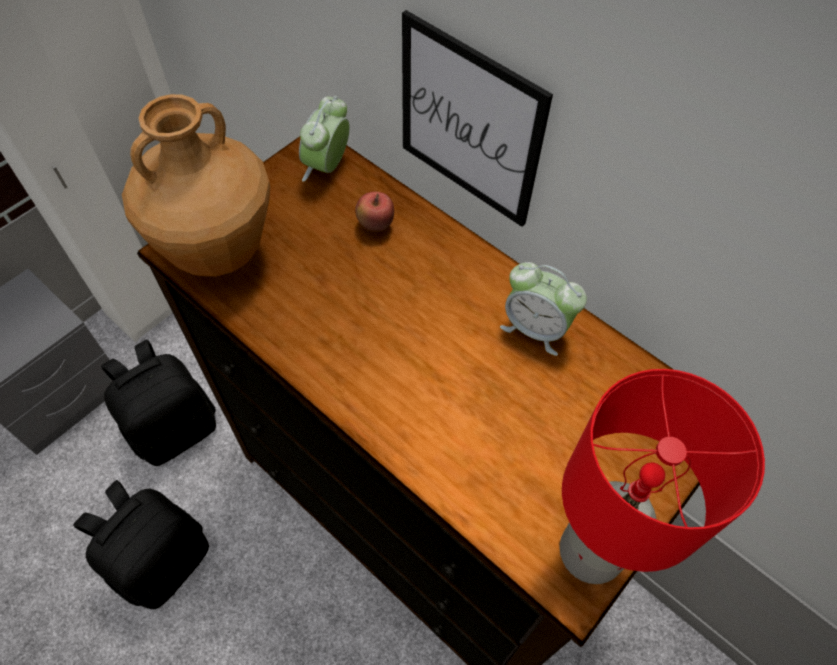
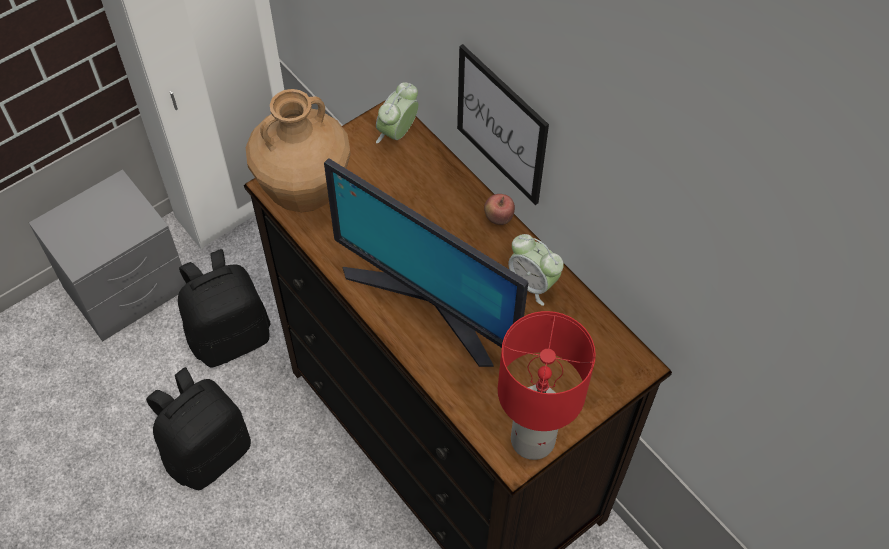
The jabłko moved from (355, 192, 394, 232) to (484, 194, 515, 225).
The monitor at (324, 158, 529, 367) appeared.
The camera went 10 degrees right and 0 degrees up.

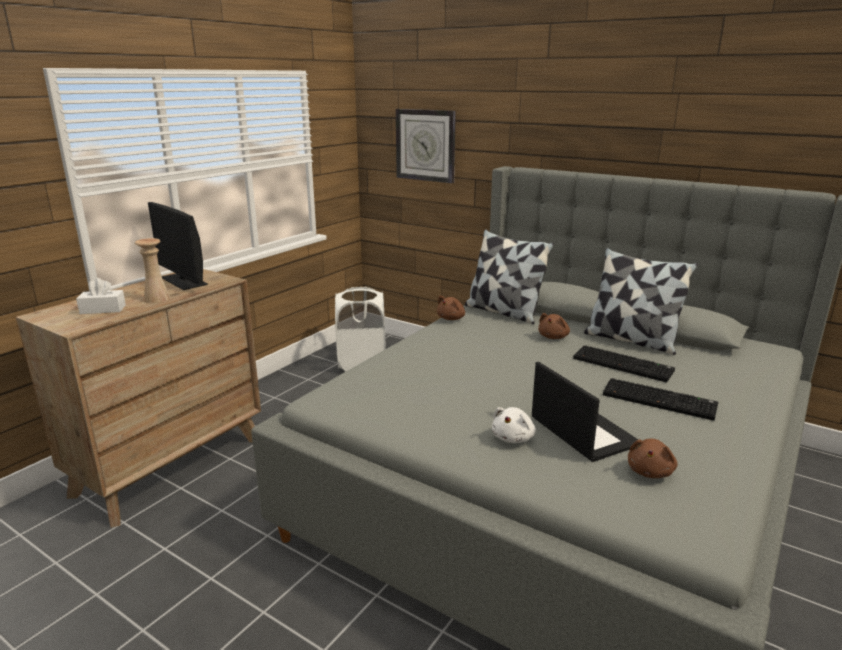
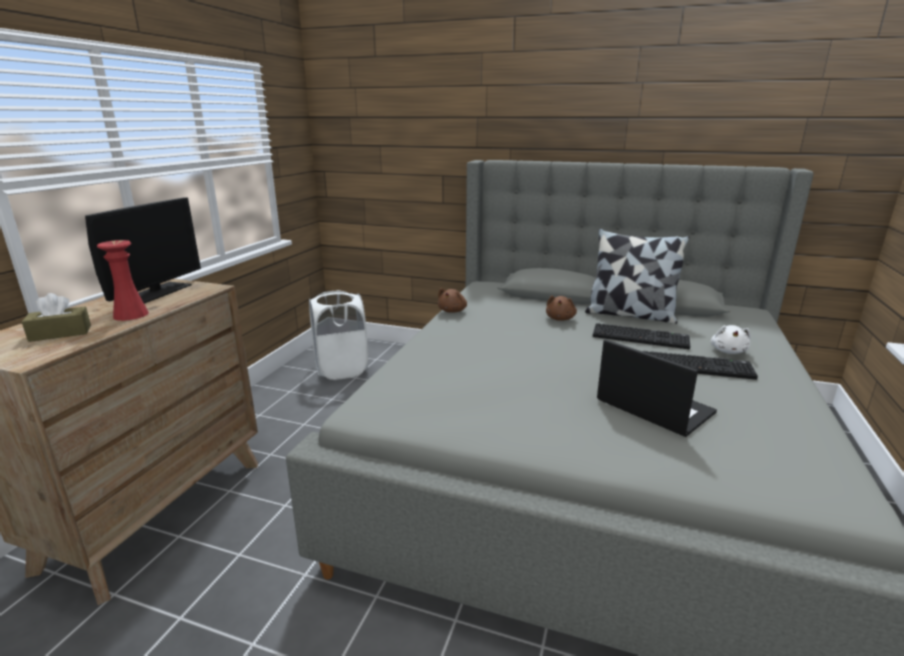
The zegar ścienny at (396, 109, 456, 183) disappeared.
The monitor at (148, 202, 208, 290) turned 105 degrees counterclockwise.
The poduszka at (465, 229, 554, 324) disappeared.
The wazon/beżowy at (135, 238, 171, 303) became the wazon/czerwony at (97, 240, 149, 321).
The pudełko chusteczek/biały at (76, 278, 126, 314) became the pudełko chusteczek/brązowy at (22, 293, 91, 342).
The pluszak/biały moved from (492, 407, 536, 443) to (711, 325, 751, 354).
The pluszak/brązowy at (628, 439, 678, 478) disappeared.
The camera went 15 degrees left and 0 degrees up.

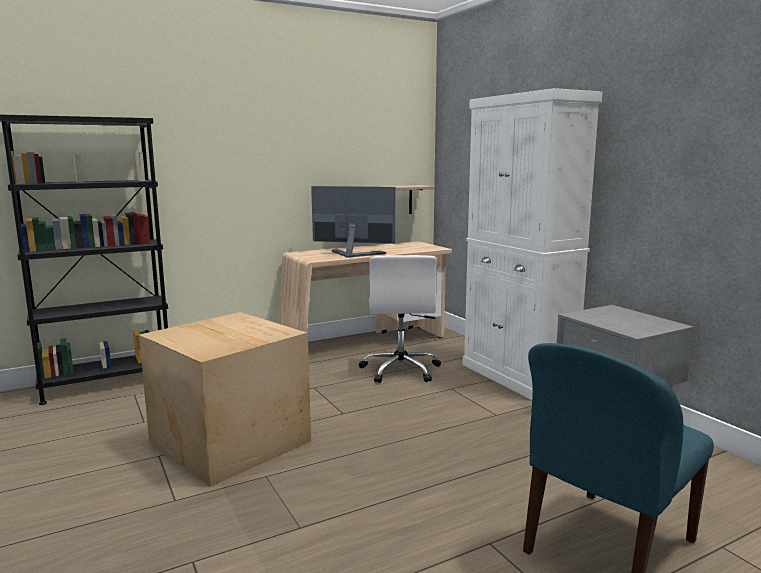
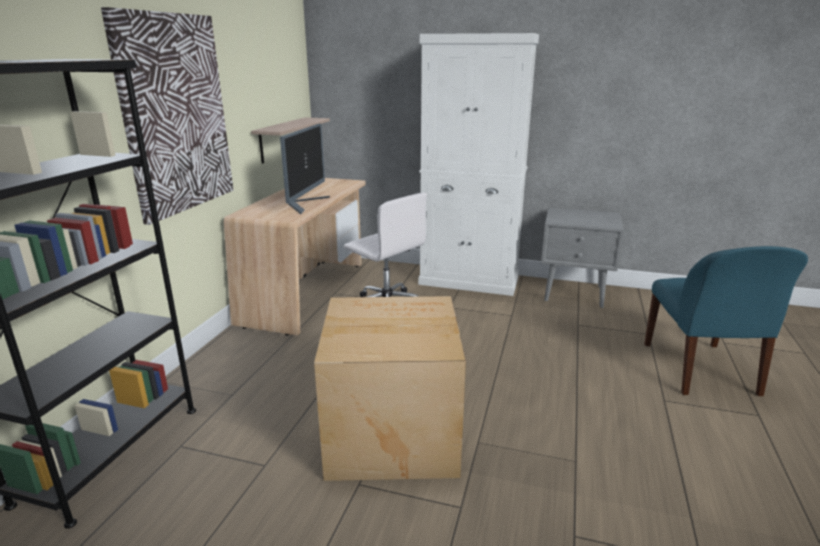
The monitor at (311, 186, 395, 258) turned 135 degrees clockwise.
The obraz at (101, 7, 233, 225) appeared.
The camera went 45 degrees left and 10 degrees up.

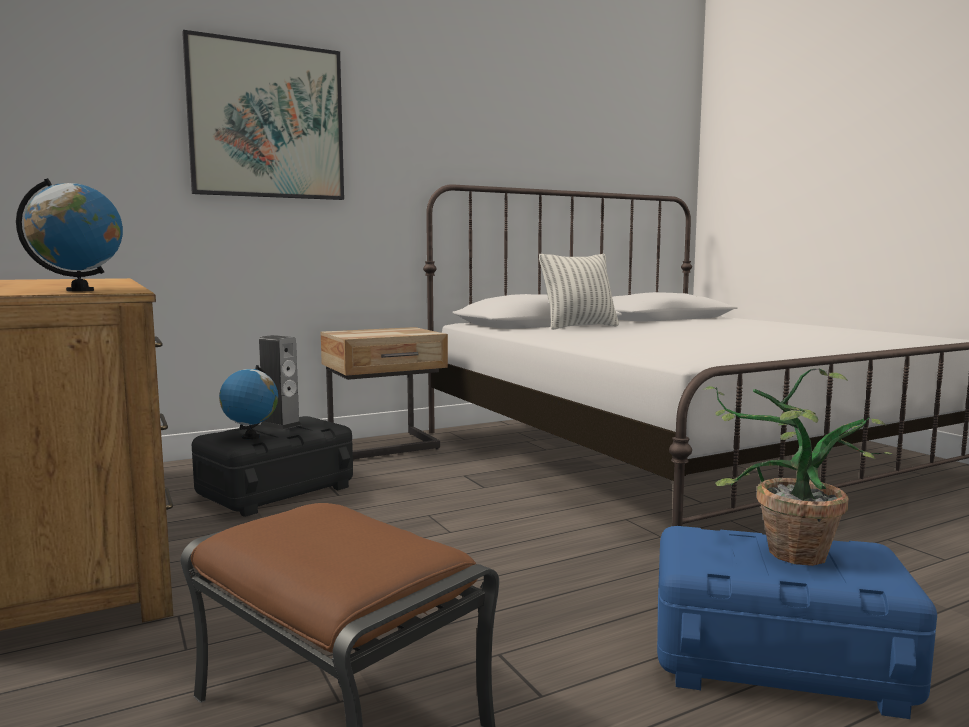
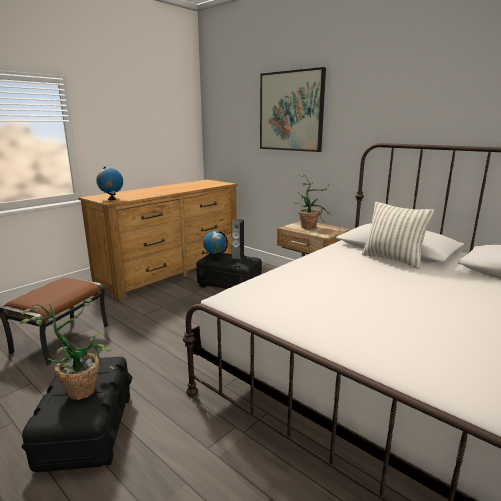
The pojemnik do przechowywania/niebieski at (657, 526, 937, 719) became the pojemnik do przechowywania/czarny at (22, 357, 133, 472).
The roślina doniczkowa at (294, 174, 333, 229) appeared.
The camera went 70 degrees right and 10 degrees up.

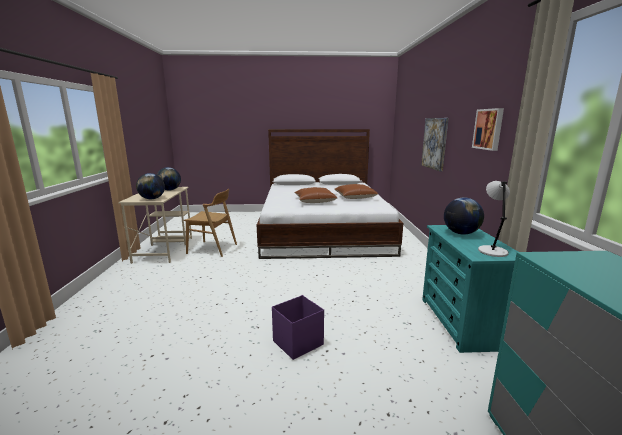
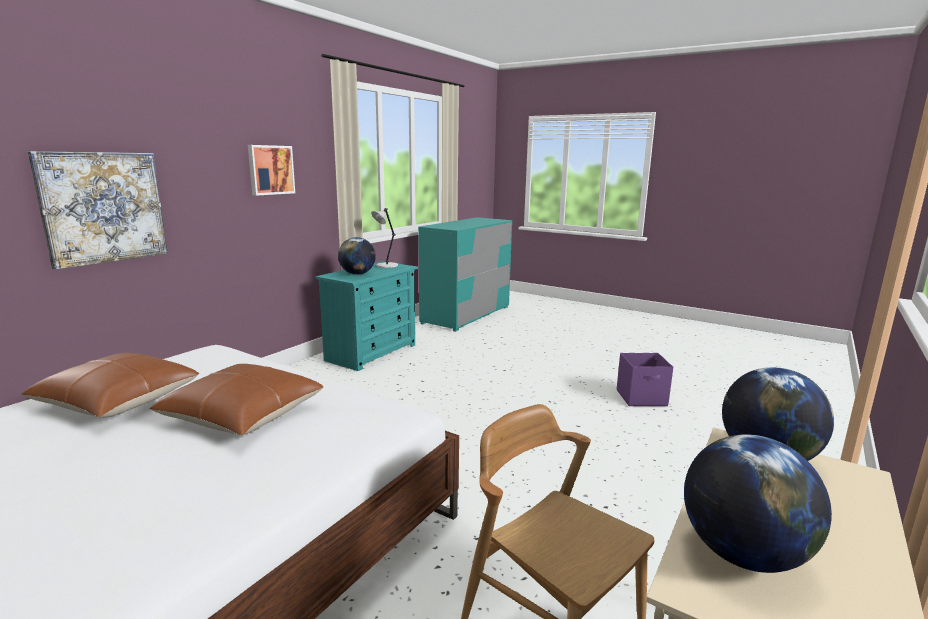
The pojemnik do przechowywania/fioletowy moved from (272, 295, 324, 360) to (617, 353, 673, 406).
The camera went 145 degrees left and 0 degrees up.

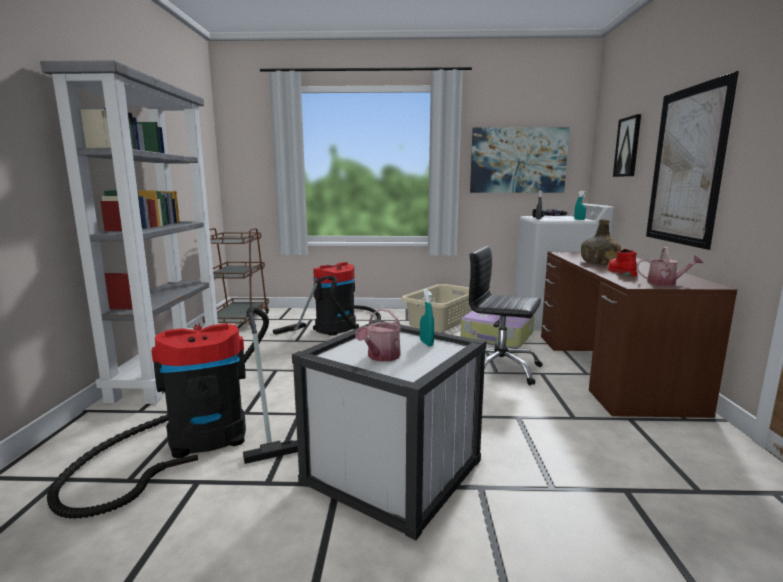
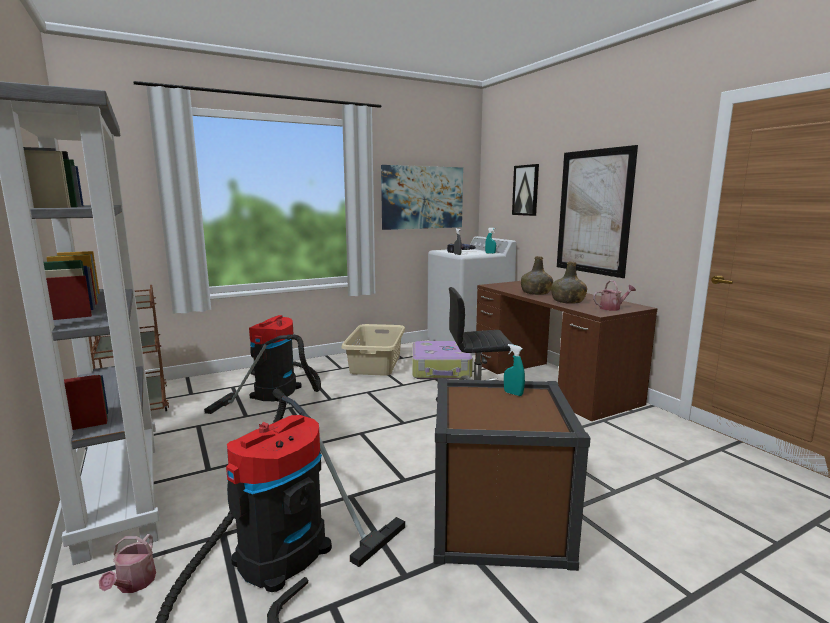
The but z cholewką/czerwony at (608, 249, 637, 276) was replaced by the butelka/zielony at (551, 262, 587, 304).
The konewka moved from (355, 309, 401, 362) to (99, 534, 156, 593).
The pojemnik do przechowywania/biały at (292, 319, 487, 540) became the pojemnik do przechowywania/brązowy at (434, 378, 591, 571).
The camera went 30 degrees left and 0 degrees up.

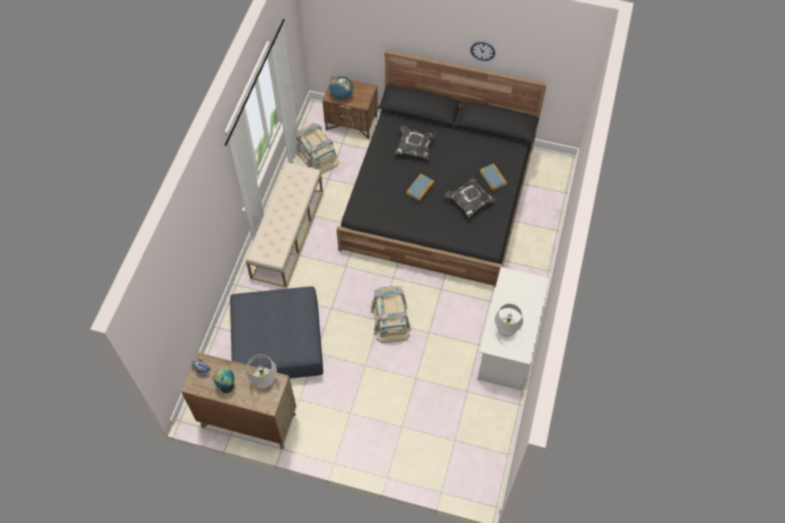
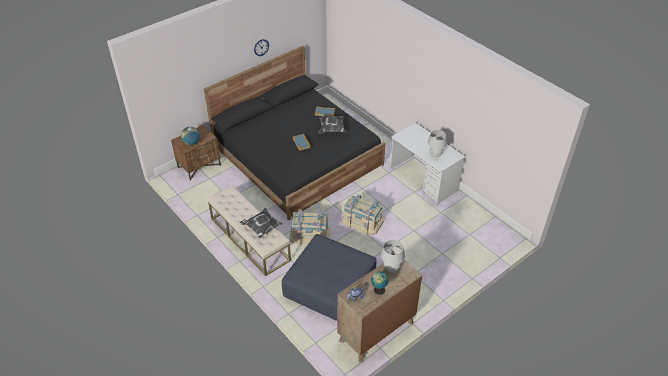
The pojemnik do przechowywania/beżowy moved from (296, 123, 339, 174) to (290, 210, 330, 245).
The poduszka moved from (395, 125, 436, 160) to (240, 208, 283, 239).
The camera went 55 degrees left and 15 degrees down.

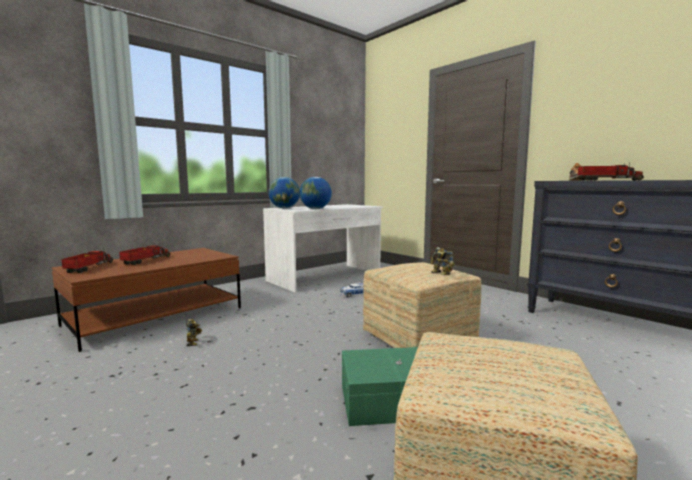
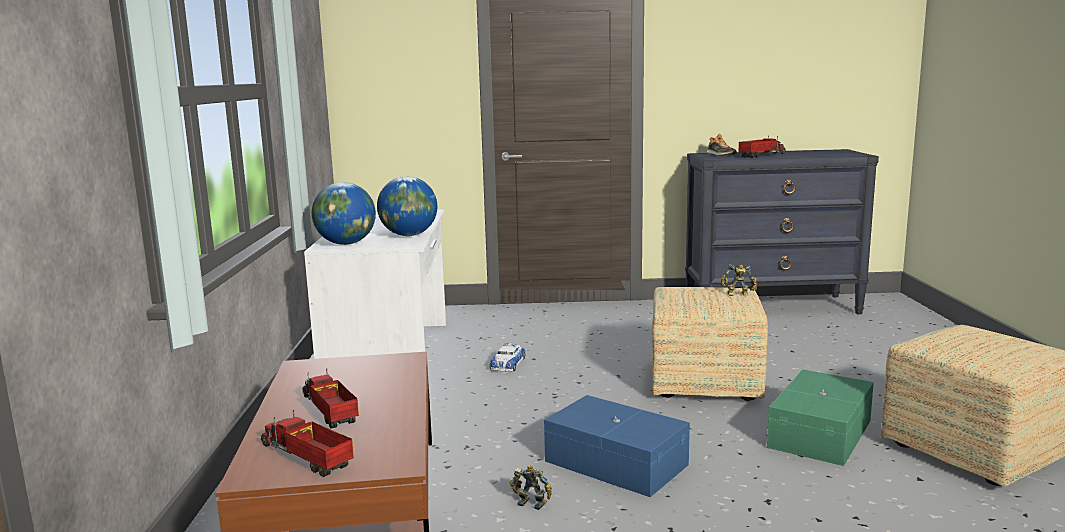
The pojemnik do przechowywania/niebieski at (544, 395, 690, 497) appeared.
The camera went 50 degrees left and 5 degrees up.

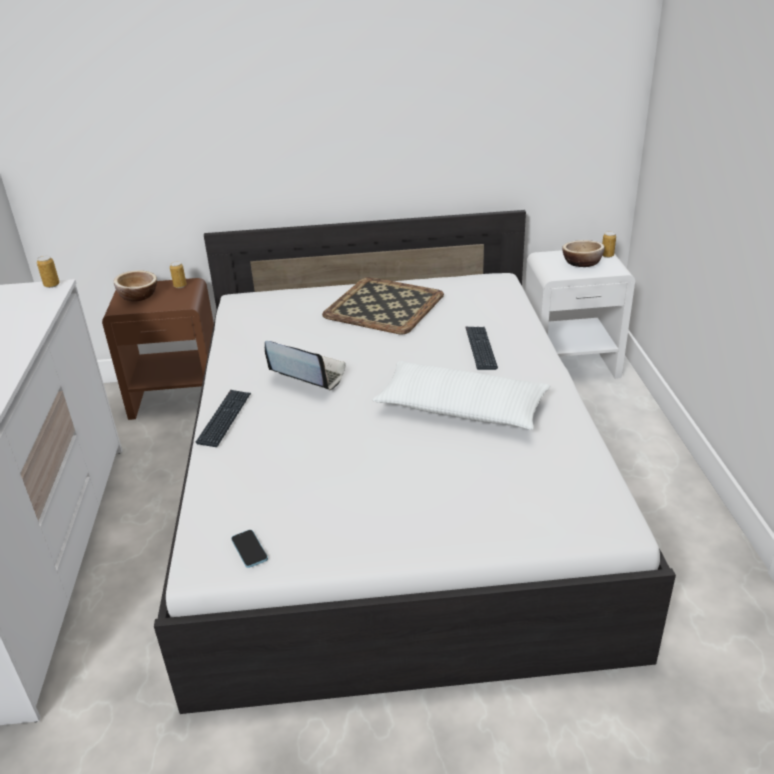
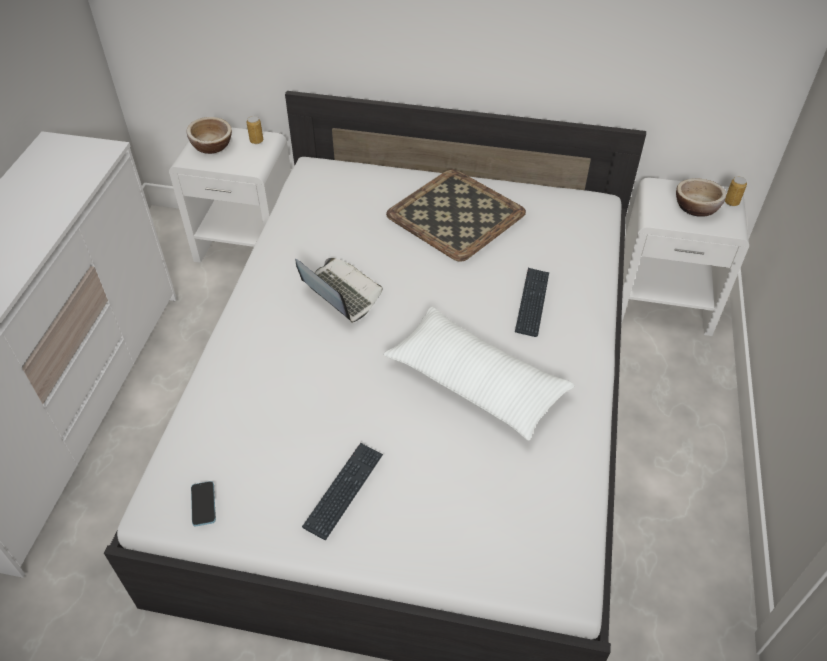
The puszka at (37, 256, 60, 288) disappeared.
The szafka nocna/brązowy at (102, 278, 214, 420) became the szafka nocna/biały at (169, 127, 291, 263).
The klawiatura moved from (196, 390, 251, 447) to (302, 443, 383, 540).
The camera went 15 degrees right and 15 degrees up.

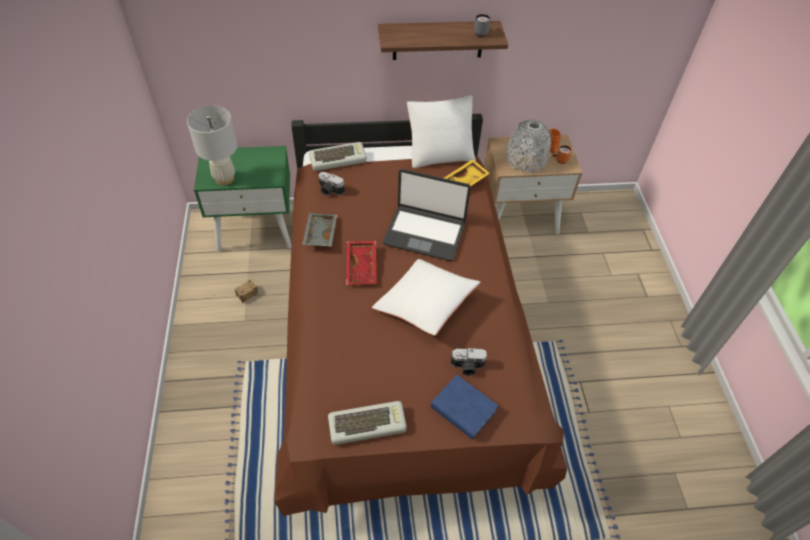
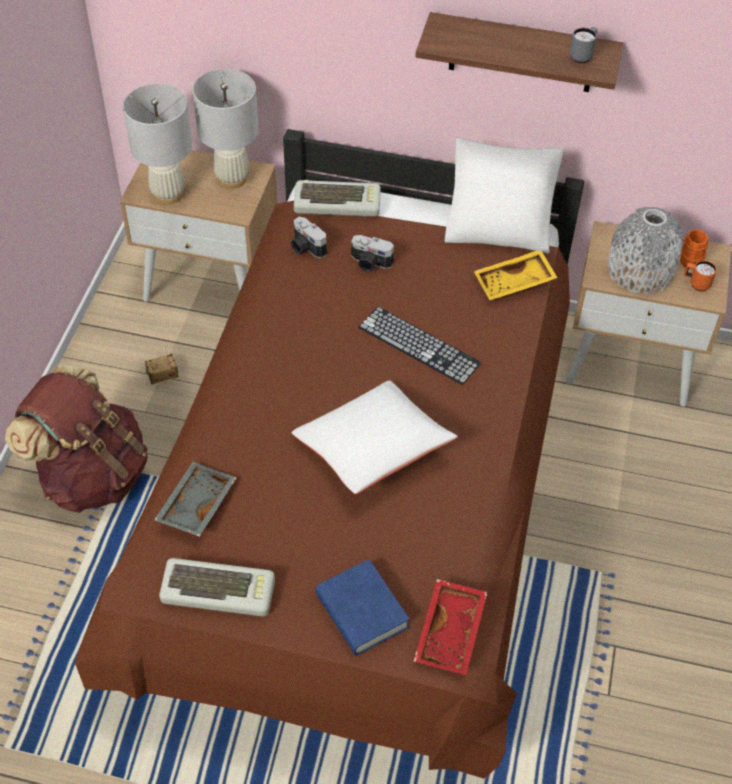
The szafka nocna/zielony at (194, 146, 293, 252) became the szafka nocna/beżowy at (120, 150, 277, 302).
The laptop at (383, 169, 471, 261) was replaced by the klawiatura at (358, 307, 481, 385).
The taca/szary moved from (302, 213, 337, 247) to (154, 462, 237, 537).
The taca/czerwony moved from (346, 241, 377, 285) to (414, 579, 488, 675).
The aparat fotograficzny moved from (451, 348, 487, 376) to (351, 235, 394, 272).
The lampa stołowa/biały at (193, 69, 259, 189) appeared.
The plecak/brązowy at (5, 365, 148, 513) appeared.
The camera went 20 degrees right and 0 degrees up.

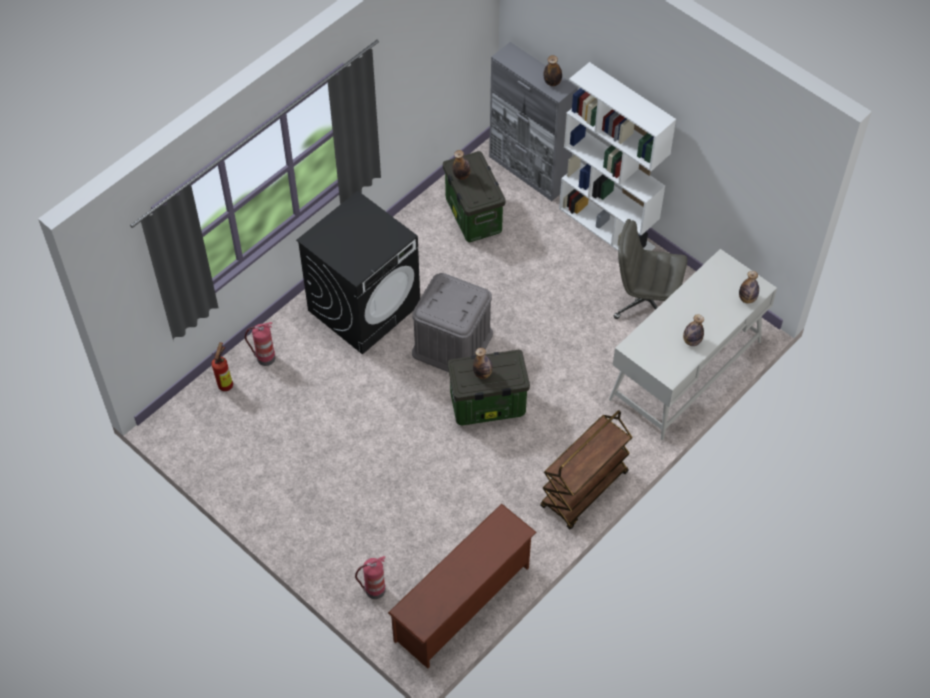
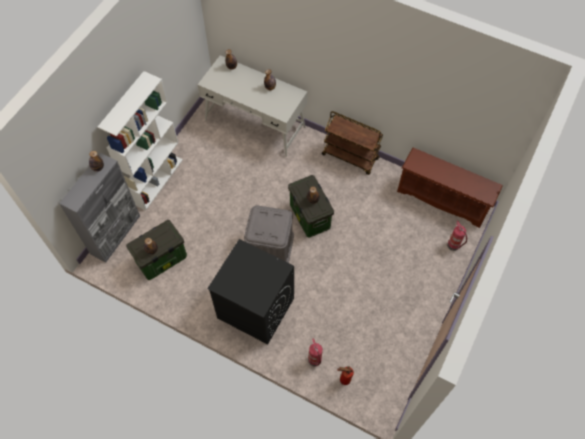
The krzesło biurowe/szary at (614, 219, 687, 319) disappeared.
The camera went 105 degrees left and 5 degrees up.

